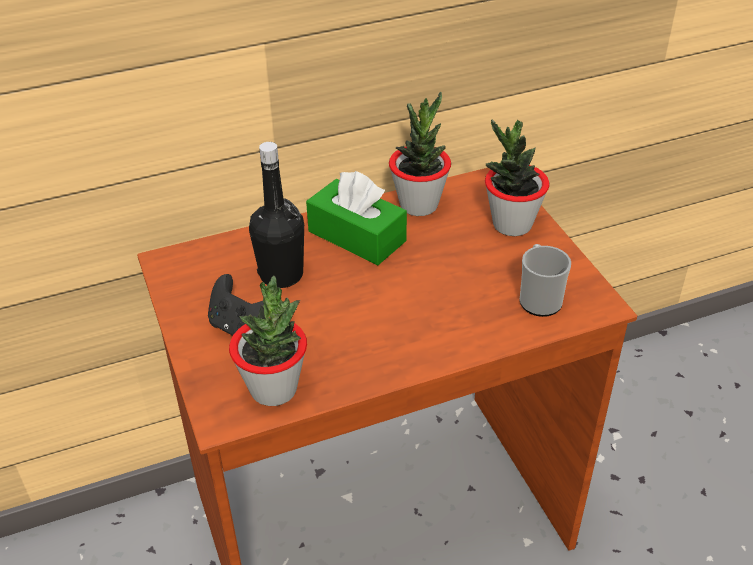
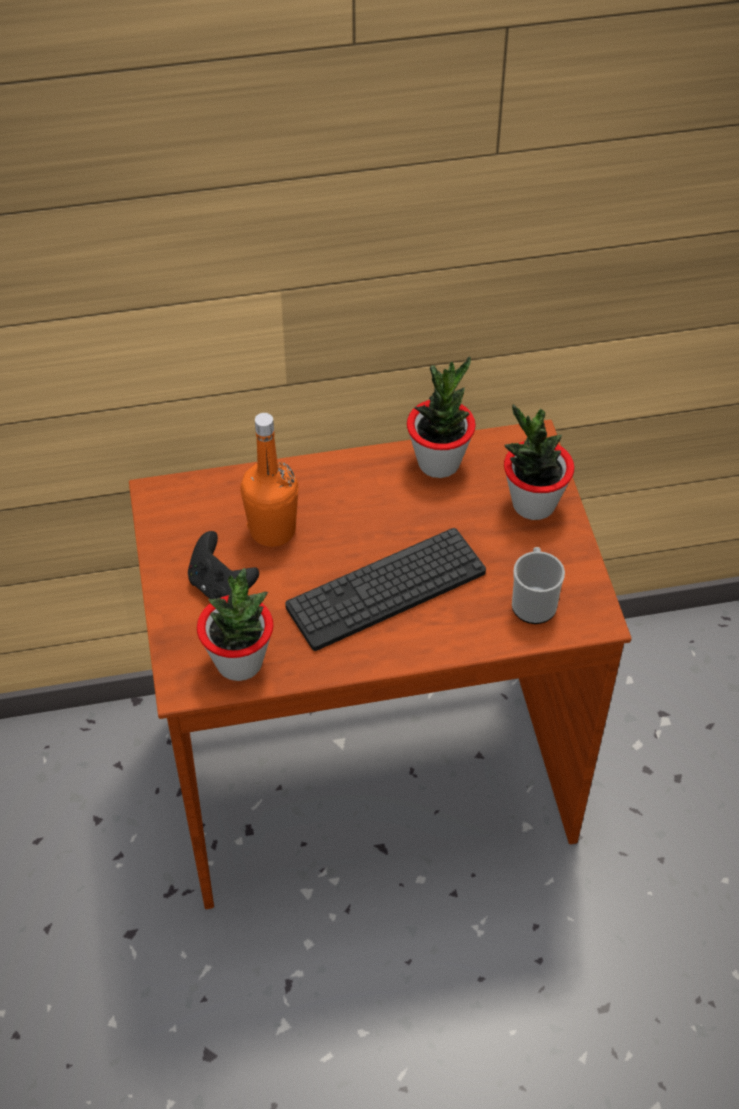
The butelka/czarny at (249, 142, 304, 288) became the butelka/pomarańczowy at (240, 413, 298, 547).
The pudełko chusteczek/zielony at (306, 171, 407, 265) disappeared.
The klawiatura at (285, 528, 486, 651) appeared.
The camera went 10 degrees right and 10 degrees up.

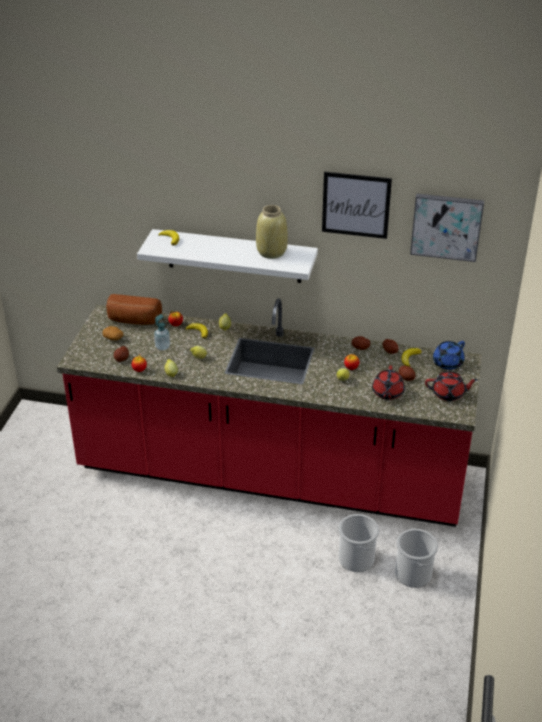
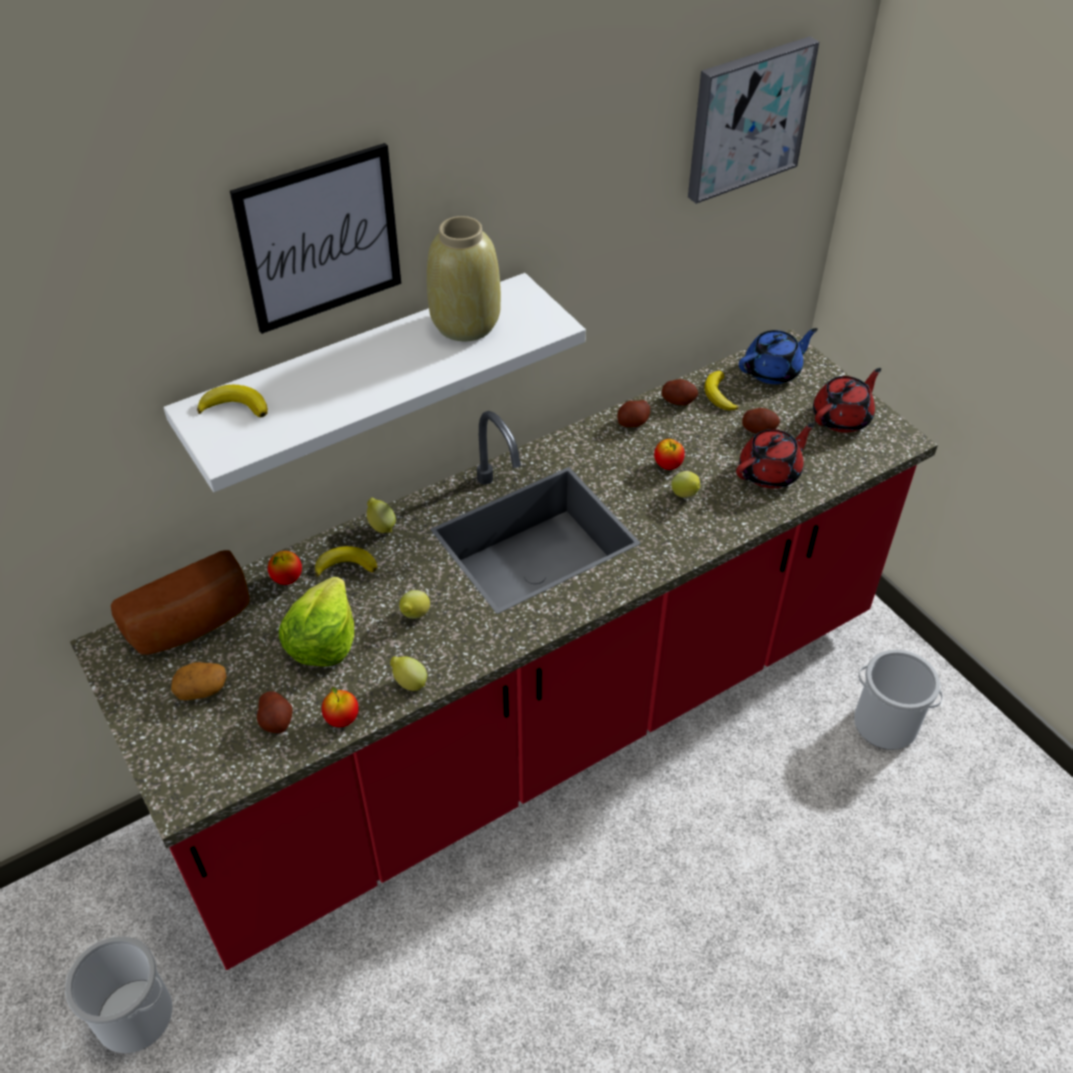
The obraz moved from (322, 172, 392, 239) to (230, 143, 401, 334).
The dozownik mydła at (154, 314, 170, 351) was replaced by the sałata at (279, 577, 354, 667).
The imbryk/niebieski at (433, 341, 465, 370) turned 120 degrees counterclockwise.
The imbryk/czerwony at (372, 365, 405, 400) turned 90 degrees counterclockwise.
The wiadro moved from (338, 514, 379, 572) to (65, 936, 173, 1053).
The camera went 45 degrees left and 10 degrees up.

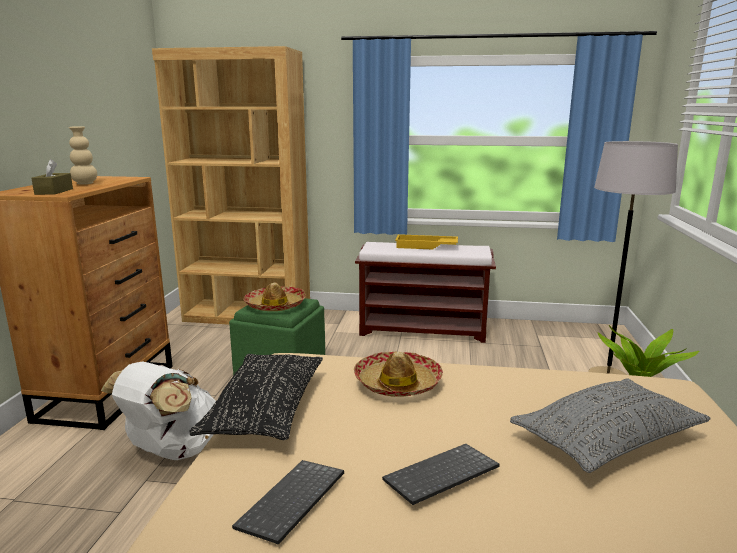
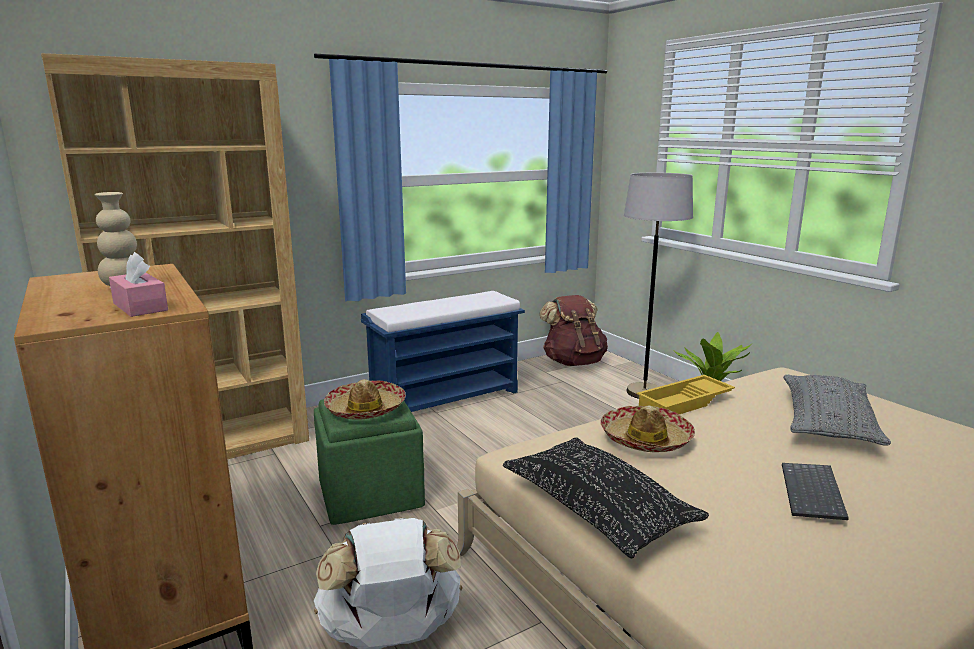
The pudełko chusteczek/brązowy at (31, 159, 73, 195) became the pudełko chusteczek/różowy at (109, 252, 168, 317).
The taca/żółty moved from (395, 234, 458, 250) to (637, 375, 735, 414).
The ławka/brązowy at (355, 242, 496, 343) became the ławka/niebieski at (361, 291, 525, 412).
The klawiatura at (232, 460, 344, 545) disappeared.
The plecak/brązowy at (539, 295, 608, 366) appeared.
The camera went 40 degrees left and 0 degrees up.

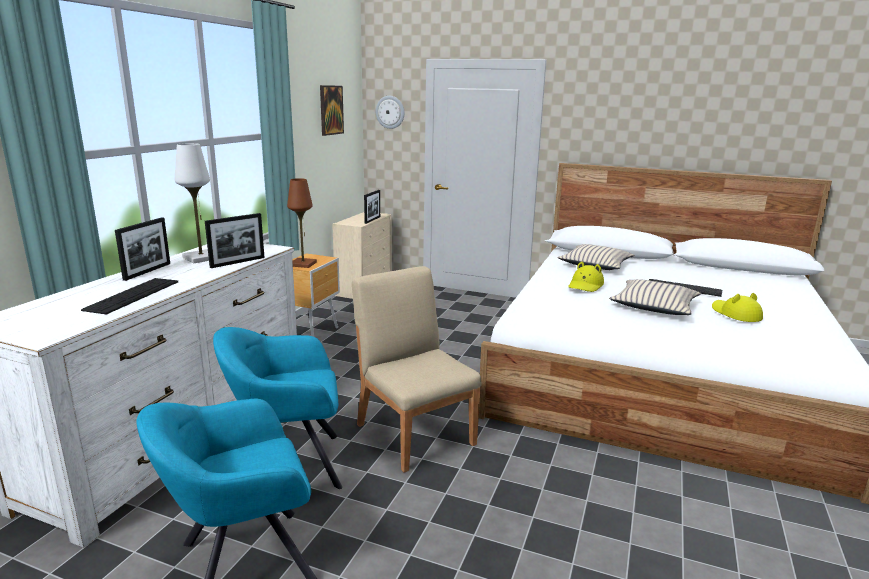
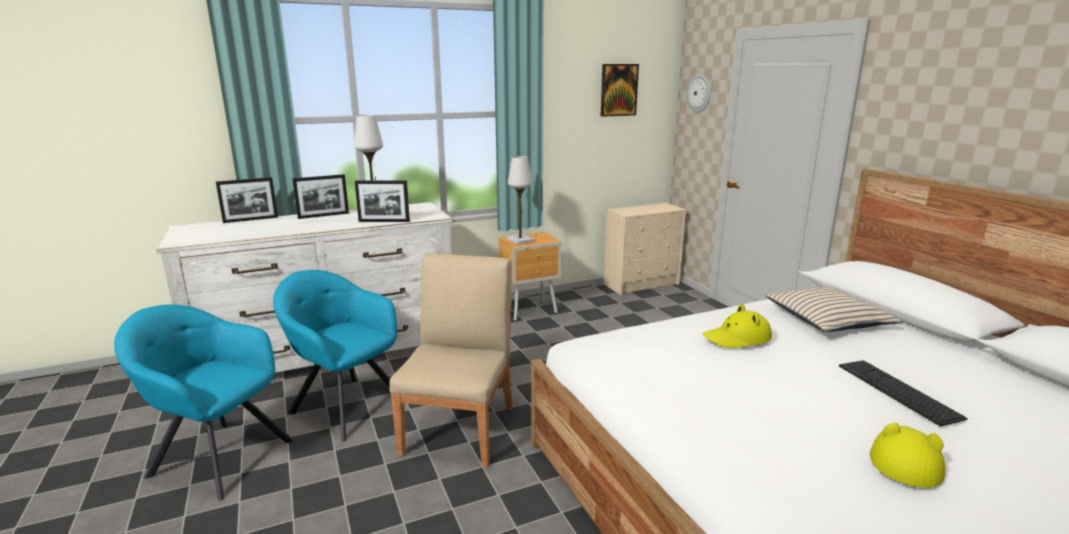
The lampa stołowa/brązowy at (287, 178, 317, 268) became the lampa stołowa/biały at (507, 156, 534, 245).
The ramka na zdjęcie moved from (364, 190, 380, 224) to (216, 177, 278, 223).
The klawiatura at (81, 278, 178, 314) disappeared.
The poduszka/beżowy at (609, 279, 701, 315) disappeared.
The camera went 45 degrees right and 0 degrees up.

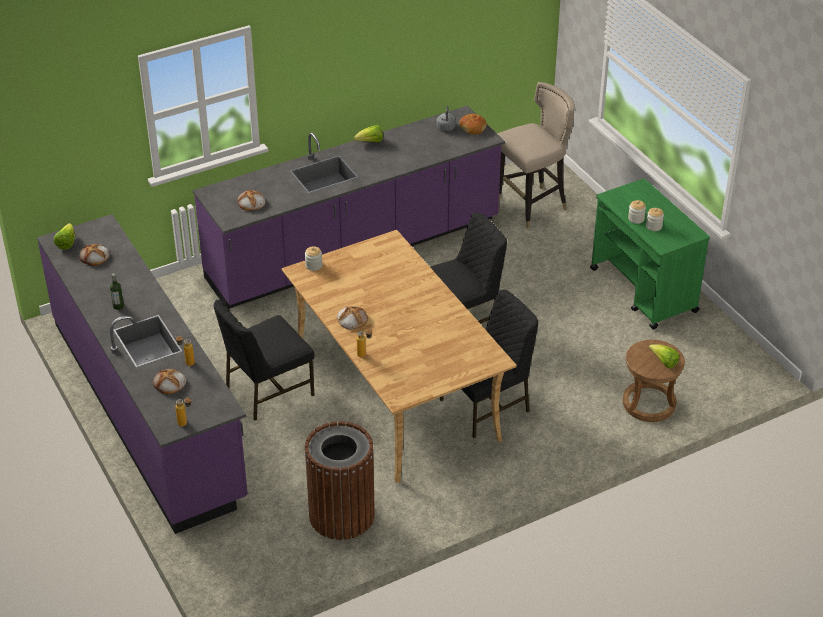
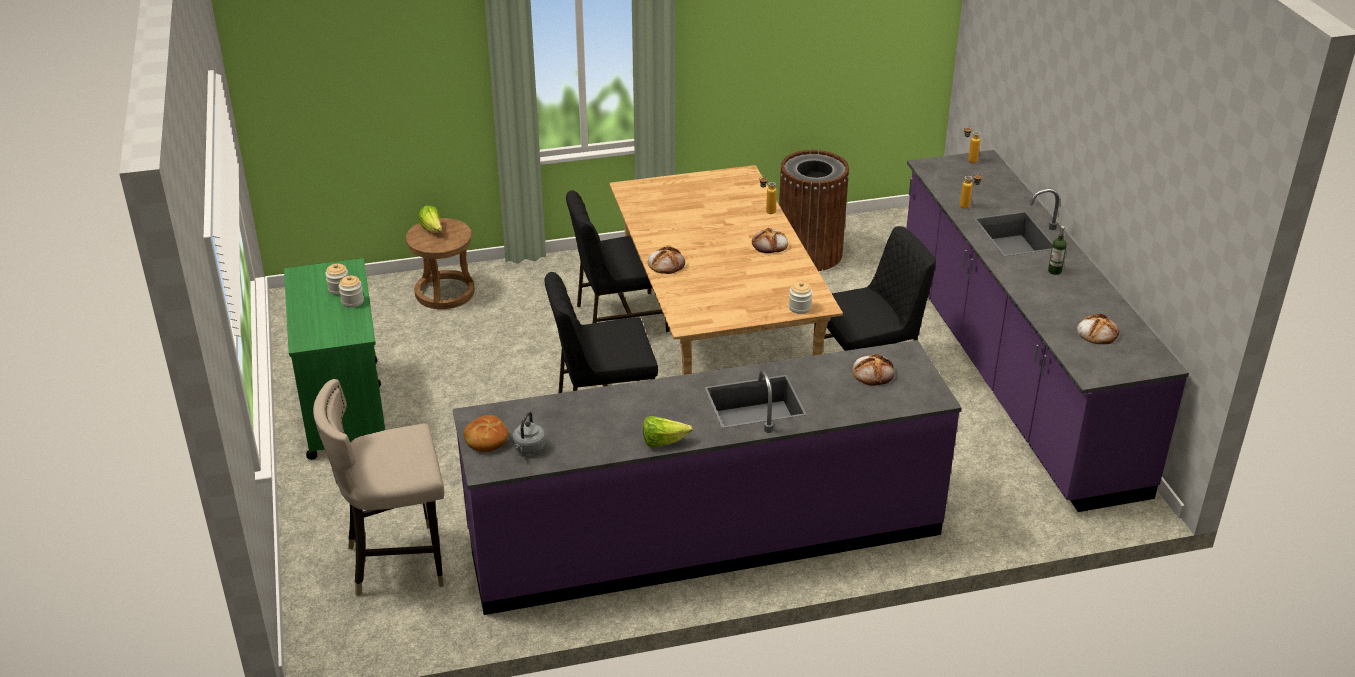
The sałata at (54, 223, 75, 250) disappeared.
The chleb moved from (153, 369, 186, 394) to (648, 247, 685, 274).
The camera went 165 degrees left and 5 degrees down.

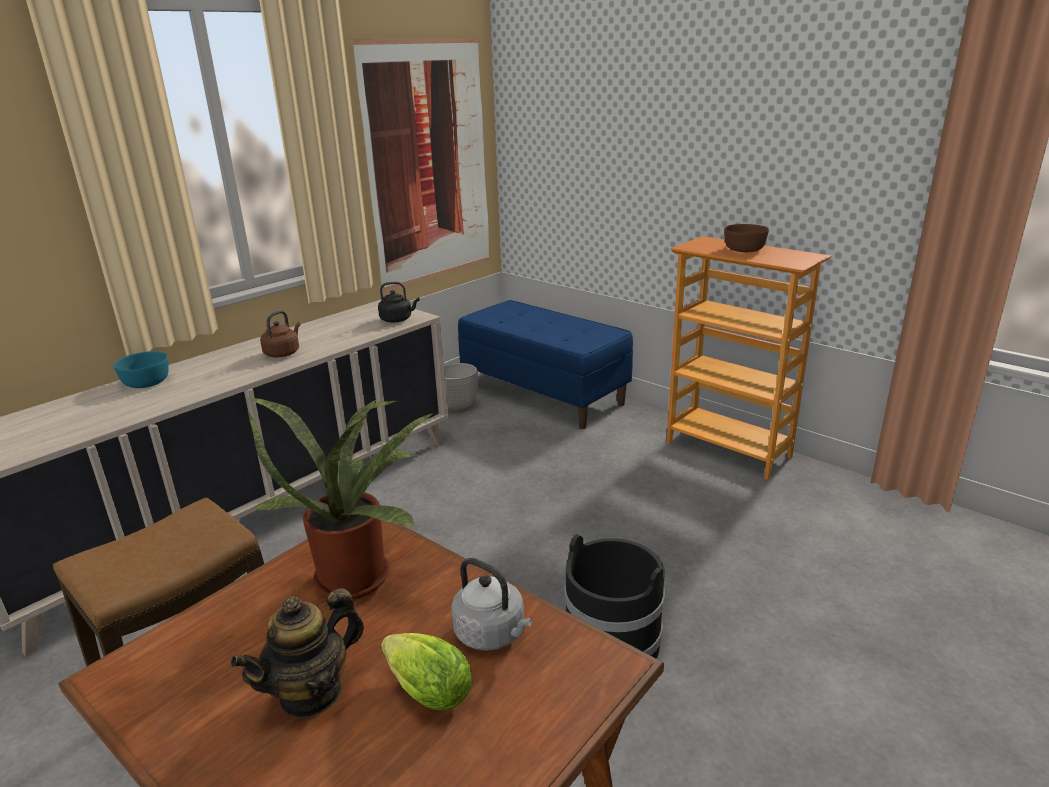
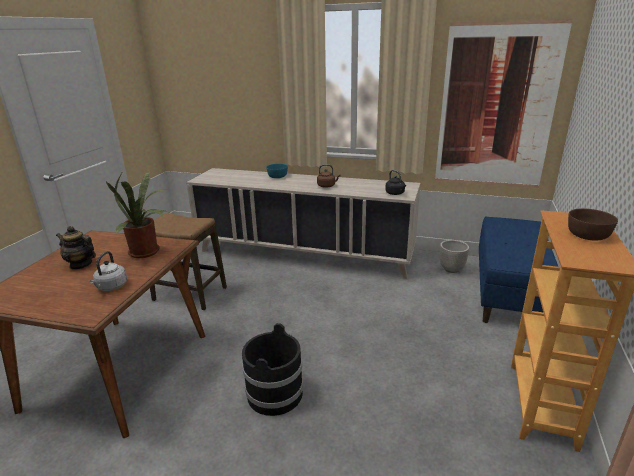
The sałata at (381, 633, 473, 711) disappeared.
The camera went 65 degrees right and 0 degrees up.

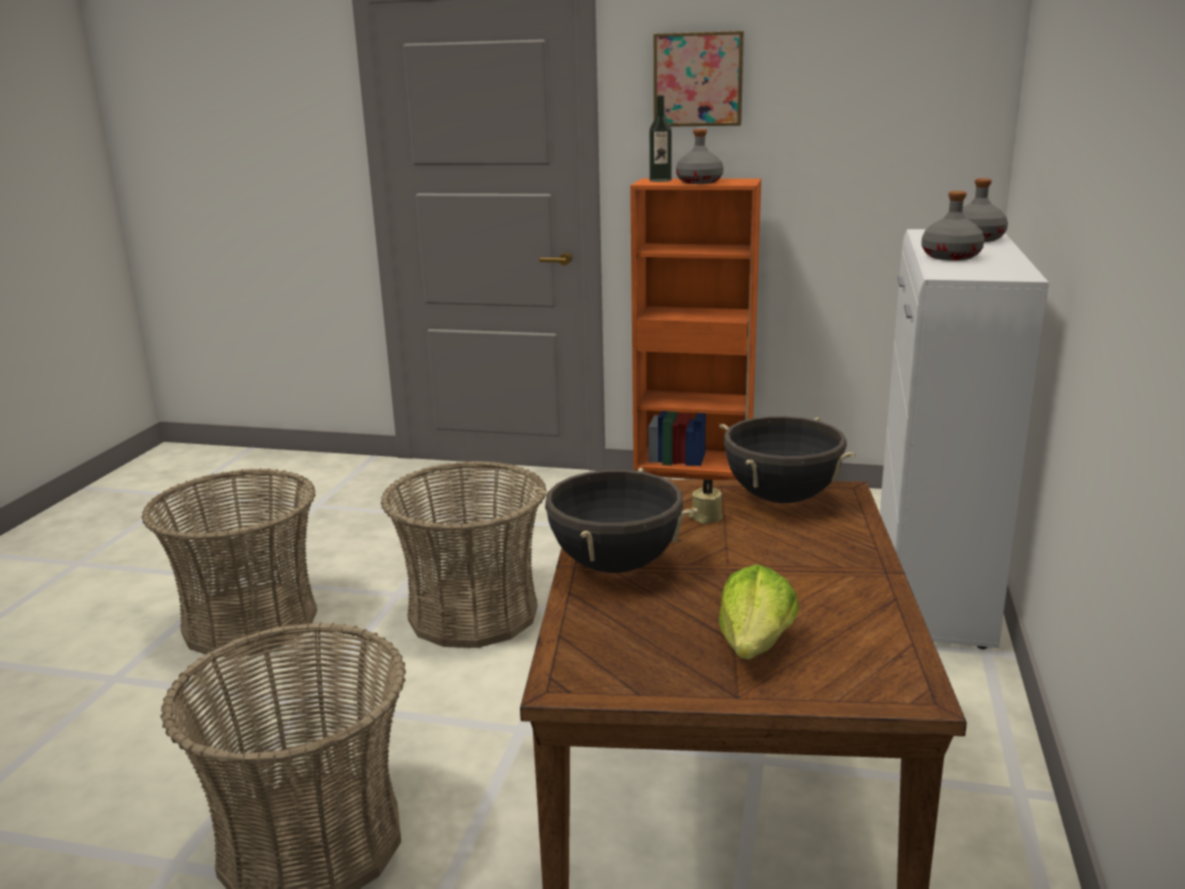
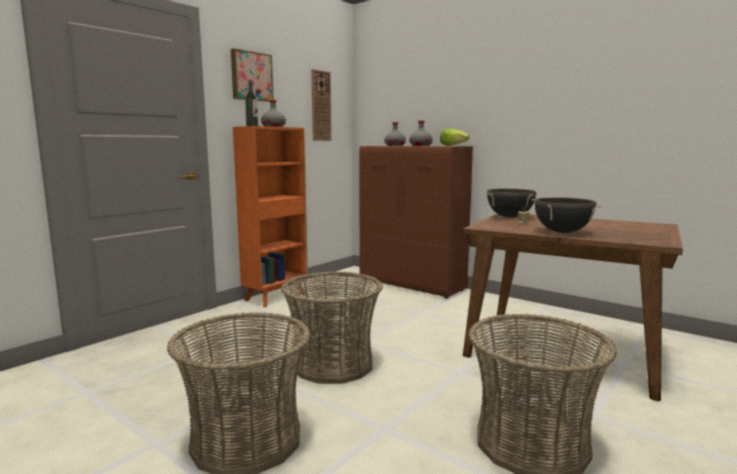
The szafka/biały at (880, 229, 1049, 649) became the szafka/brązowy at (359, 146, 473, 299).
The sałata moved from (719, 564, 799, 659) to (440, 128, 470, 146).
The zegar ścienny at (311, 69, 332, 141) appeared.
The camera went 65 degrees left and 10 degrees down.

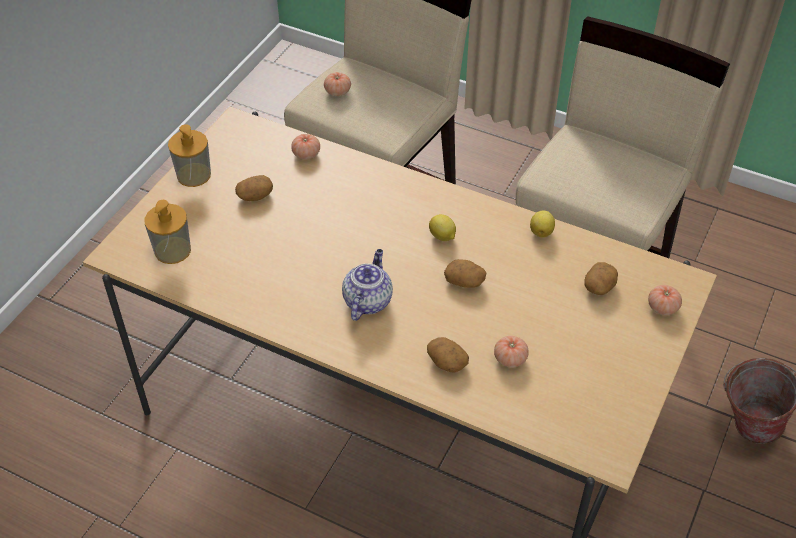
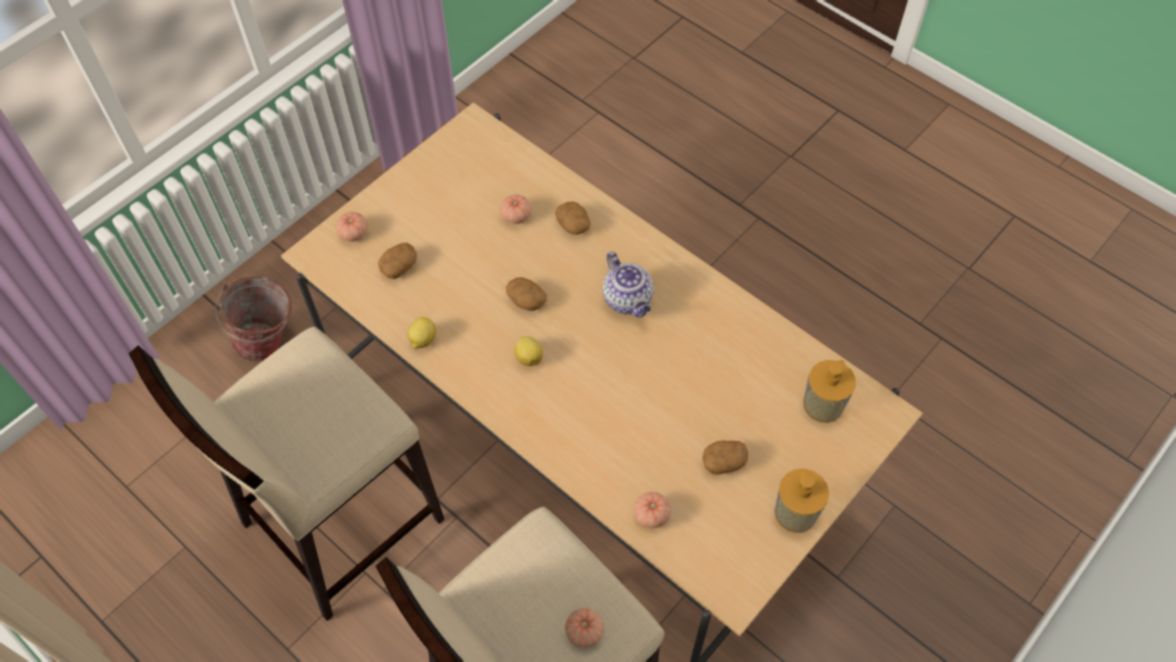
The imbryk at (342, 249, 393, 321) turned 60 degrees counterclockwise.
The camera went 165 degrees left and 10 degrees up.

